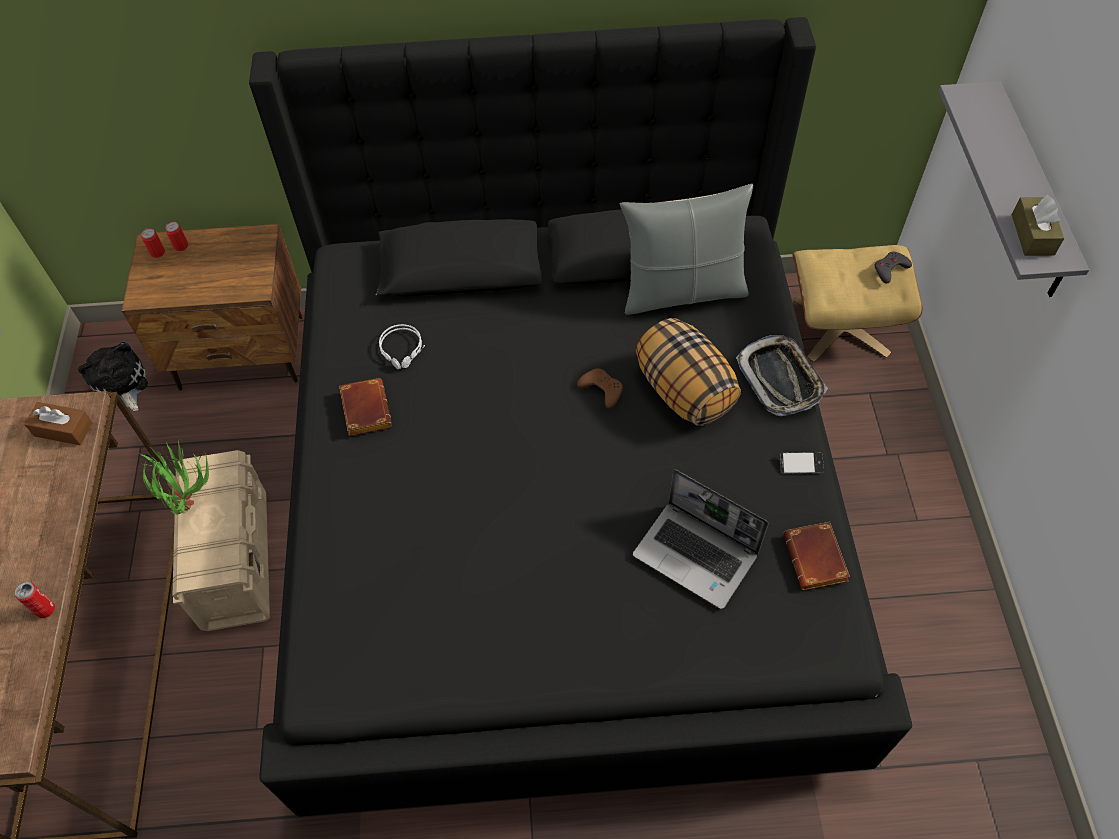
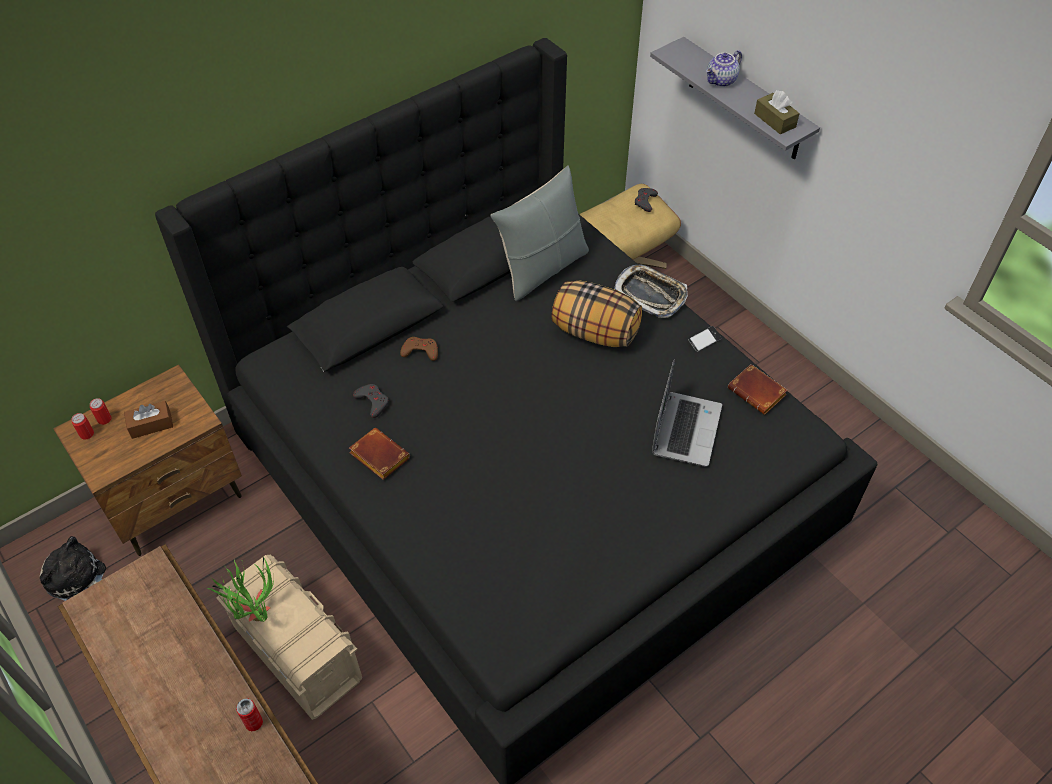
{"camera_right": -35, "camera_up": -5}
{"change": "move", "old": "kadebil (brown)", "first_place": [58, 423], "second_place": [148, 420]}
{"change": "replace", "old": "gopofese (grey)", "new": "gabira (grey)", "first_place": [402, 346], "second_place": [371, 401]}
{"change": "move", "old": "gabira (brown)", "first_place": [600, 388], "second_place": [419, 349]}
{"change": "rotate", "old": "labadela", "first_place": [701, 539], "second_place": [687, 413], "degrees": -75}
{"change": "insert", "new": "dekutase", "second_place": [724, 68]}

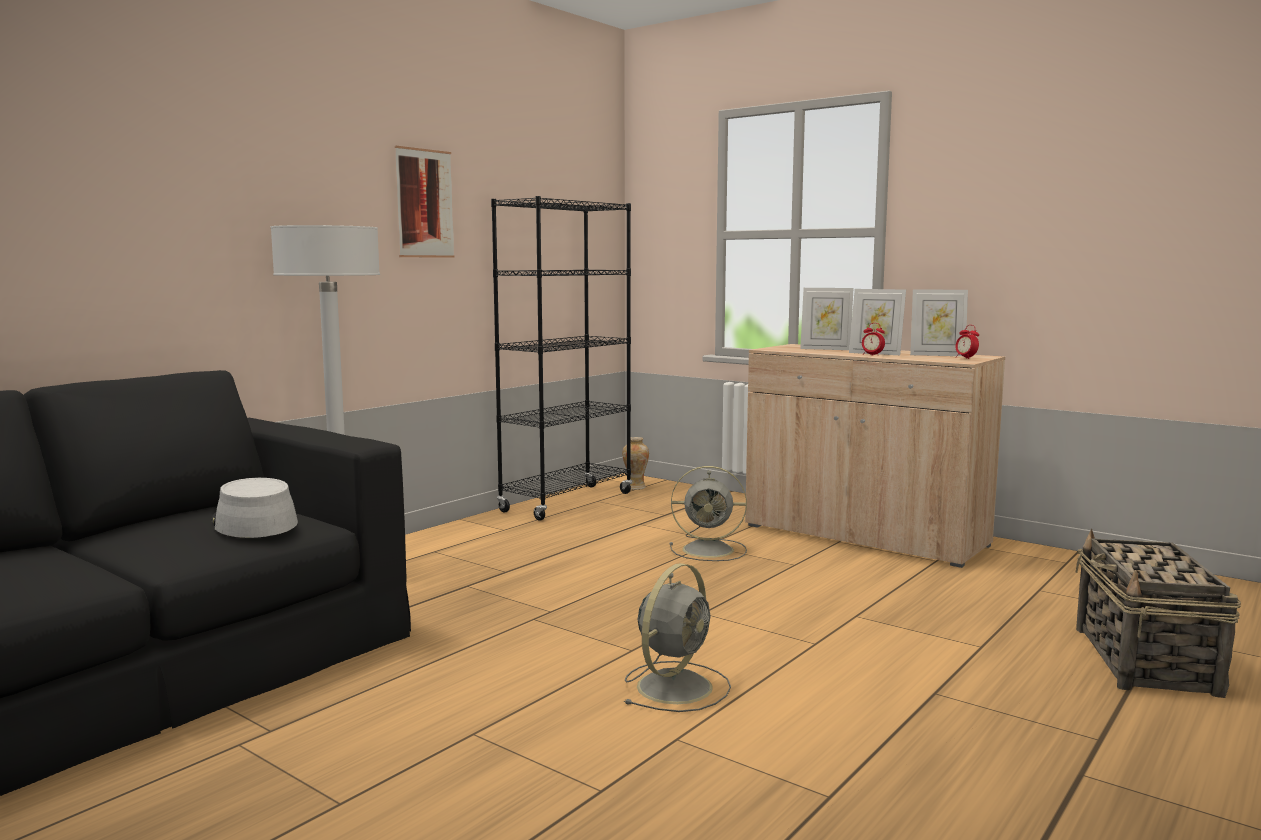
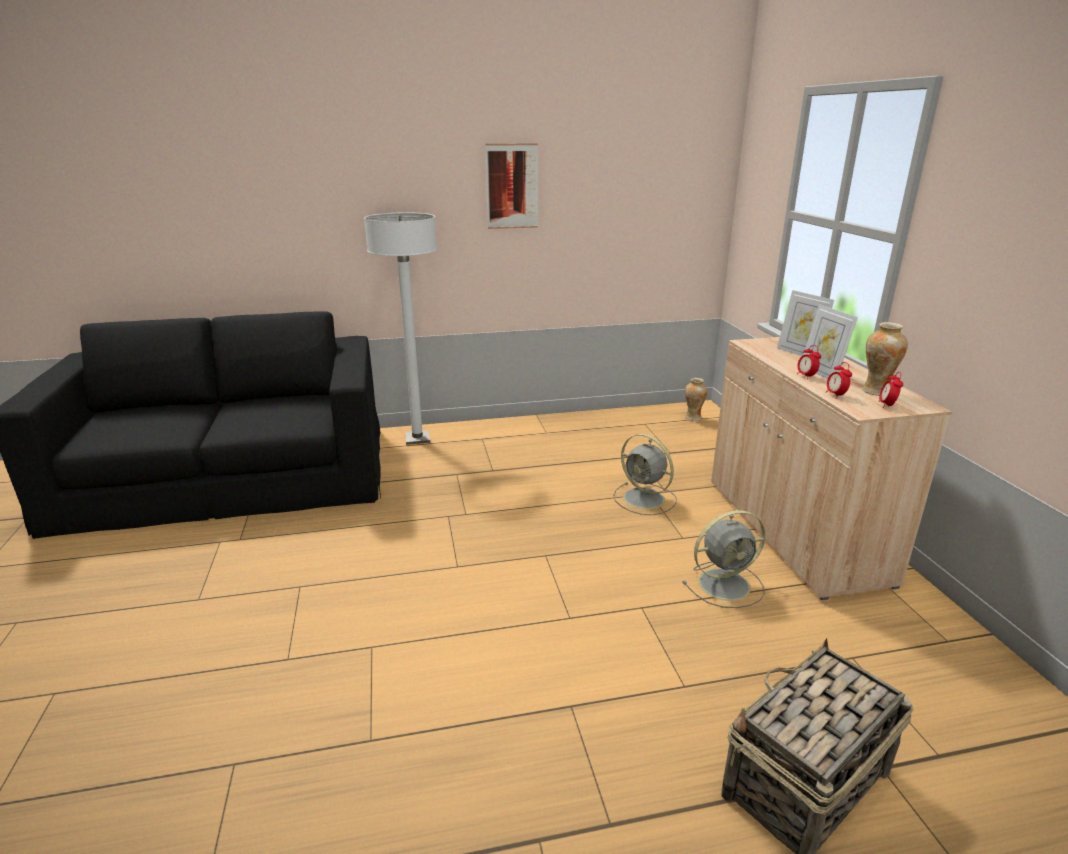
{"camera_right": 40, "camera_up": 15}
{"change": "move", "old": "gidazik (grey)", "first_place": [677, 637], "second_place": [723, 559]}
{"change": "insert", "new": "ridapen", "second_place": [839, 380]}
{"change": "replace", "old": "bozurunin", "new": "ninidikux", "first_place": [939, 322], "second_place": [885, 359]}
{"change": "delete", "old": "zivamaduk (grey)", "first_place": [255, 508]}
{"change": "delete", "old": "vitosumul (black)", "first_place": [561, 358]}

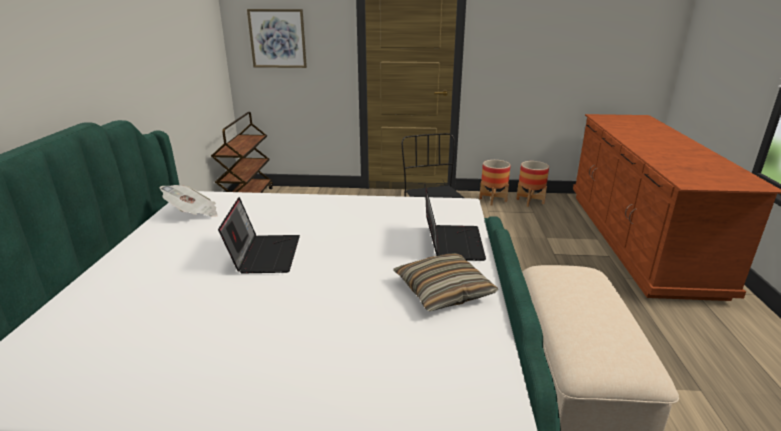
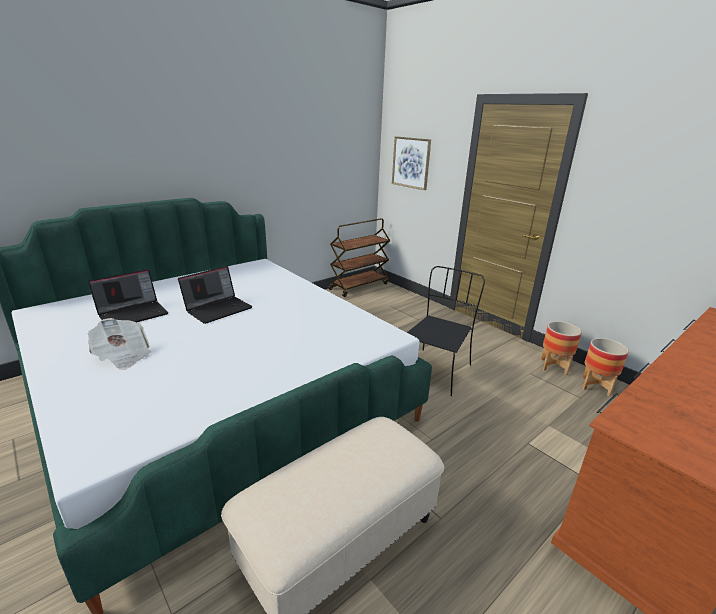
{"camera_right": 45, "camera_up": 0}
{"change": "move", "old": "labadela", "first_place": [455, 224], "second_place": [128, 295]}
{"change": "move", "old": "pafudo", "first_place": [189, 201], "second_place": [119, 344]}
{"change": "delete", "old": "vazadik", "first_place": [445, 282]}

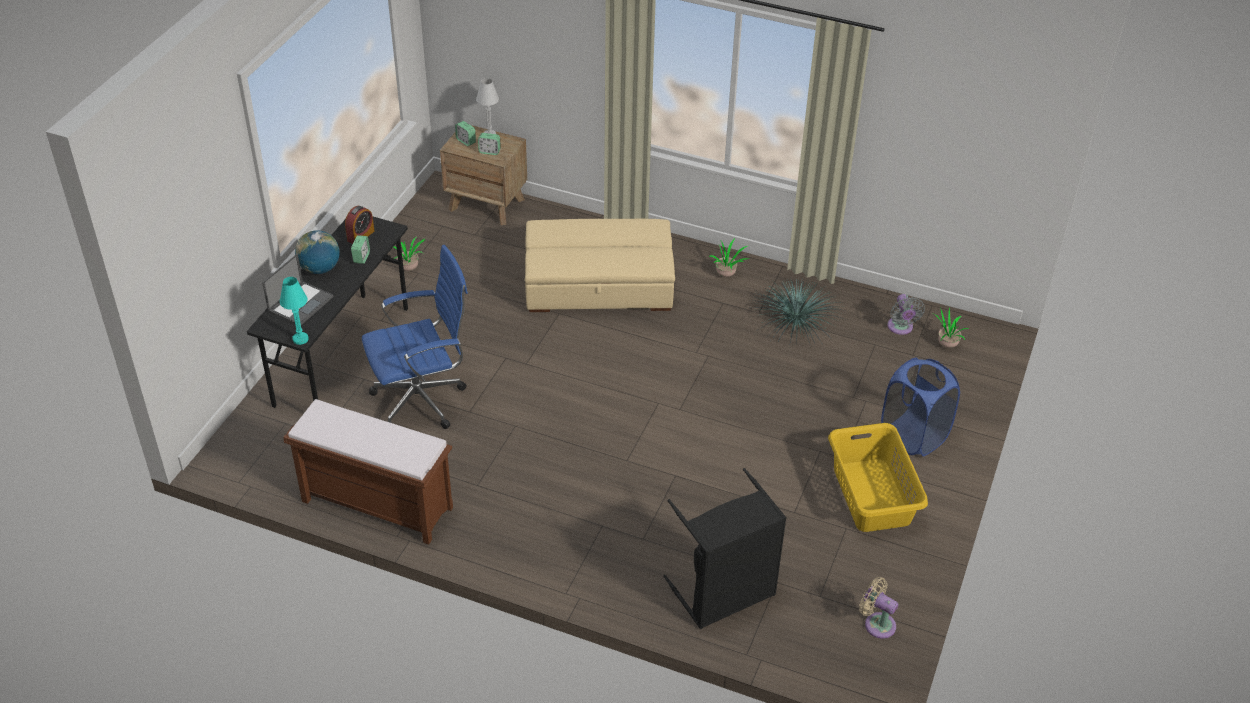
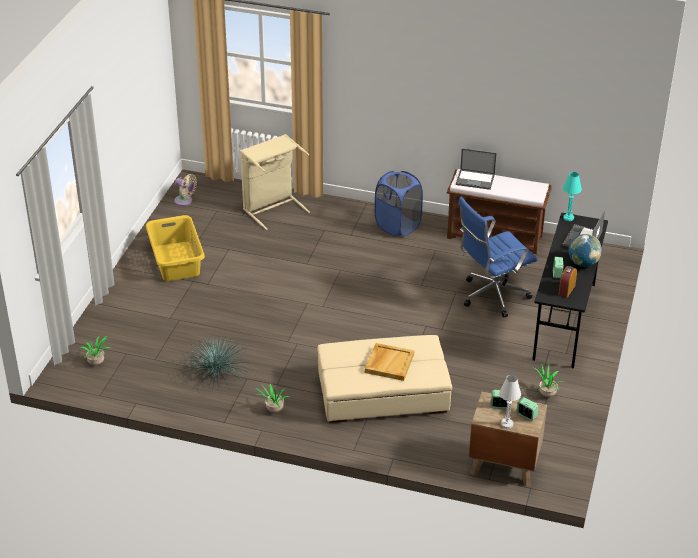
{"camera_right": 175, "camera_up": -5}
{"change": "recolor", "old": "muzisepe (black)", "new": "muzisepe (beige)", "first_place": [725, 548], "second_place": [275, 182]}
{"change": "insert", "new": "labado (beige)", "second_place": [389, 362]}
{"change": "move", "old": "muzisepe (blue)", "first_place": [920, 407], "second_place": [399, 203]}
{"change": "insert", "new": "labadela", "second_place": [476, 169]}
{"change": "delete", "old": "gidazik (grey)", "first_place": [906, 314]}

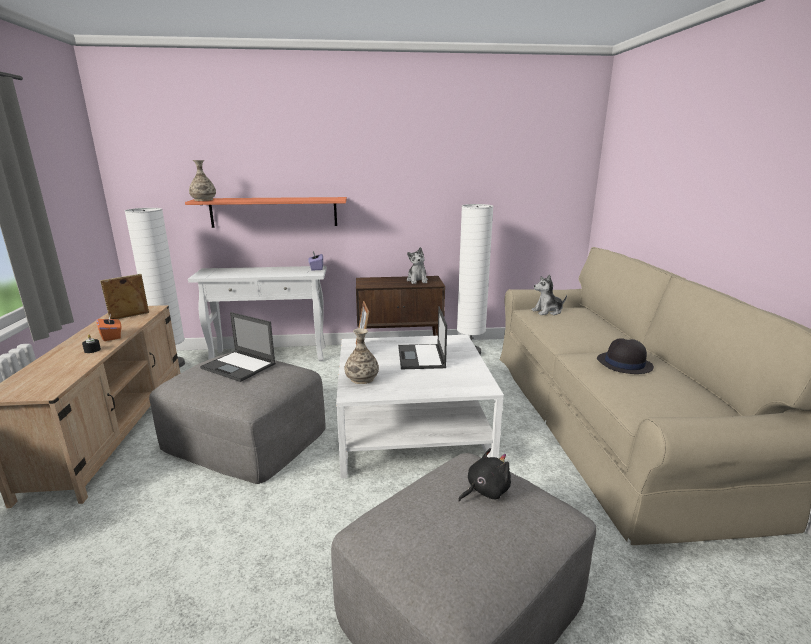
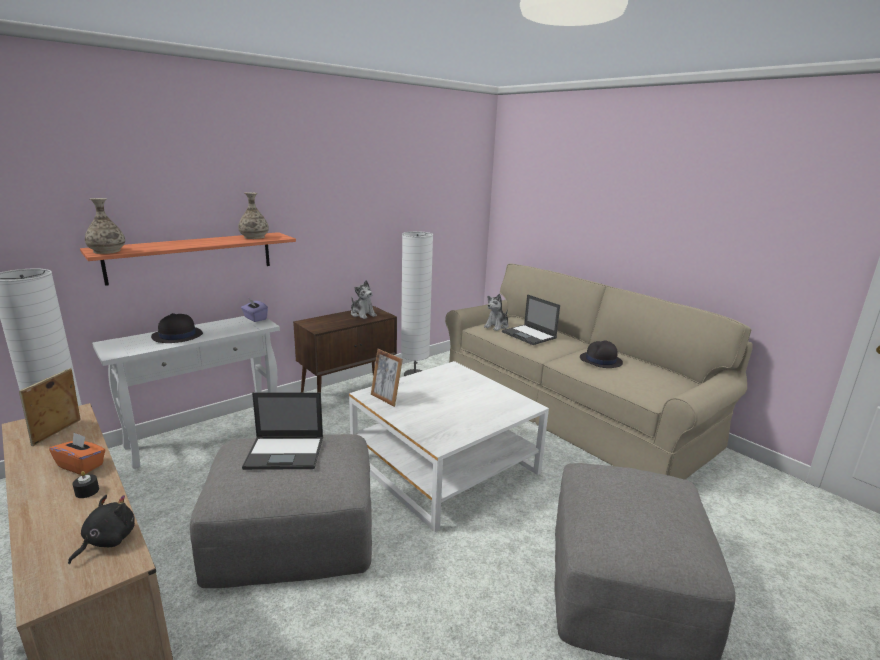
{"camera_right": -35, "camera_up": 0}
{"change": "move", "old": "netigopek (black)", "first_place": [484, 474], "second_place": [101, 529]}
{"change": "insert", "new": "zivamaduk (black)", "second_place": [177, 328]}
{"change": "move", "old": "ninidikux", "first_place": [361, 356], "second_place": [253, 215]}
{"change": "move", "old": "labadela", "first_place": [422, 337], "second_place": [531, 319]}

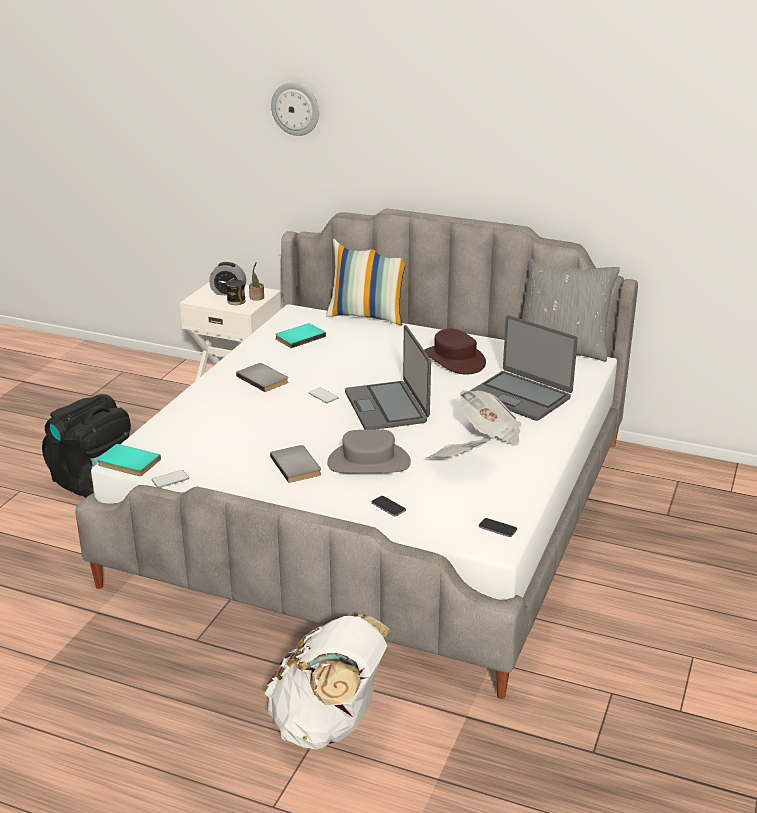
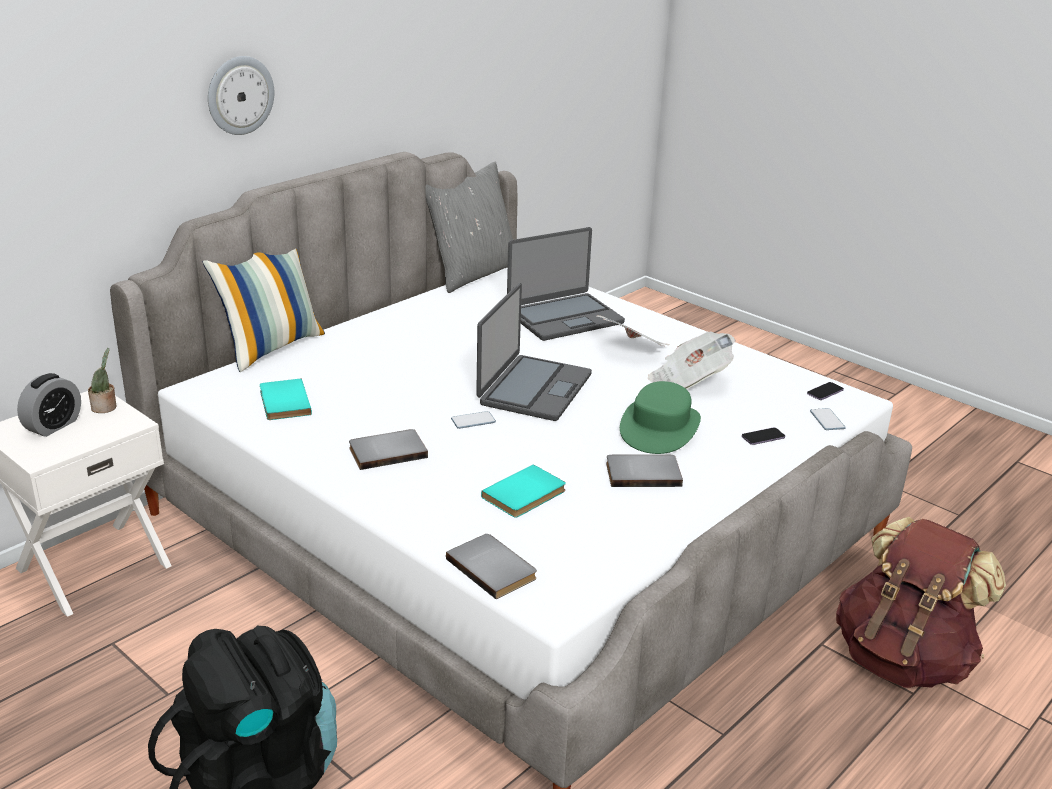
{"camera_right": -70, "camera_up": 0}
{"change": "move", "old": "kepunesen", "first_place": [295, 109], "second_place": [241, 95]}
{"change": "insert", "new": "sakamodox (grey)", "second_place": [491, 566]}
{"change": "rotate", "old": "labadela", "first_place": [388, 377], "second_place": [534, 352], "degrees": -75}
{"change": "move", "old": "sakamodox (turquoise)", "first_place": [129, 460], "second_place": [523, 491]}
{"change": "recolor", "old": "zivamaduk (grey)", "new": "zivamaduk (green)", "first_place": [369, 451], "second_place": [660, 417]}
{"change": "move", "old": "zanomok", "first_place": [170, 479], "second_place": [828, 419]}
{"change": "recolor", "old": "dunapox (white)", "new": "dunapox (brown)", "first_place": [327, 682], "second_place": [921, 602]}
{"change": "delete", "old": "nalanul", "first_place": [236, 292]}
{"change": "delete", "old": "zivamaduk (brown)", "first_place": [455, 352]}

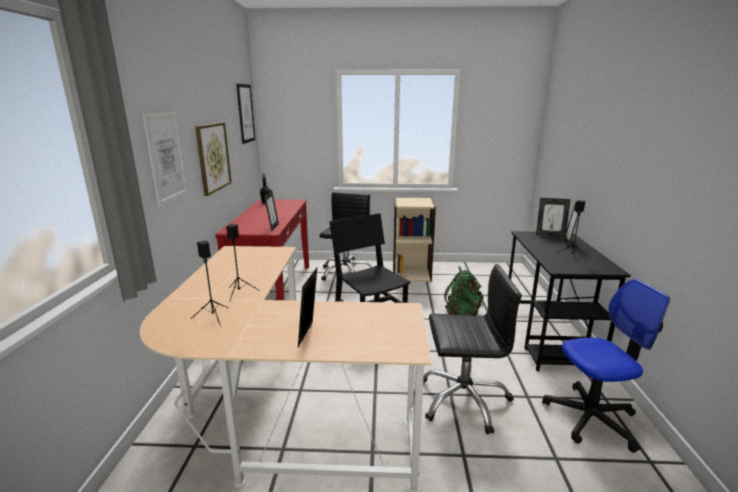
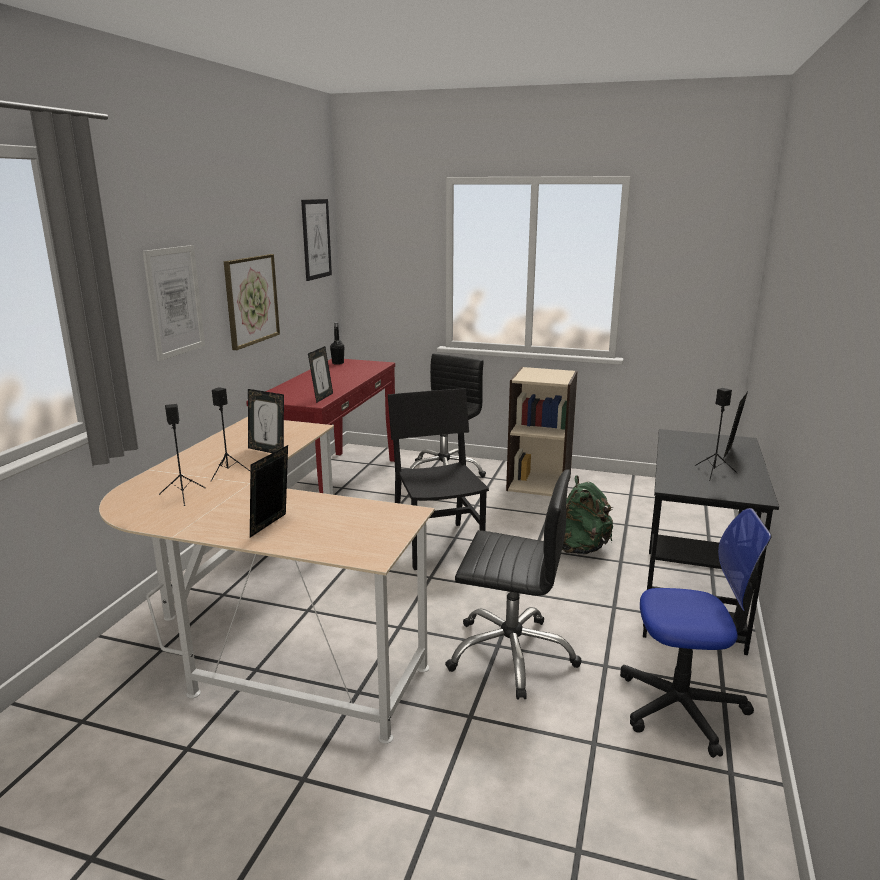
{"camera_right": 15, "camera_up": 0}
{"change": "move", "old": "bozurunin", "first_place": [553, 217], "second_place": [266, 421]}

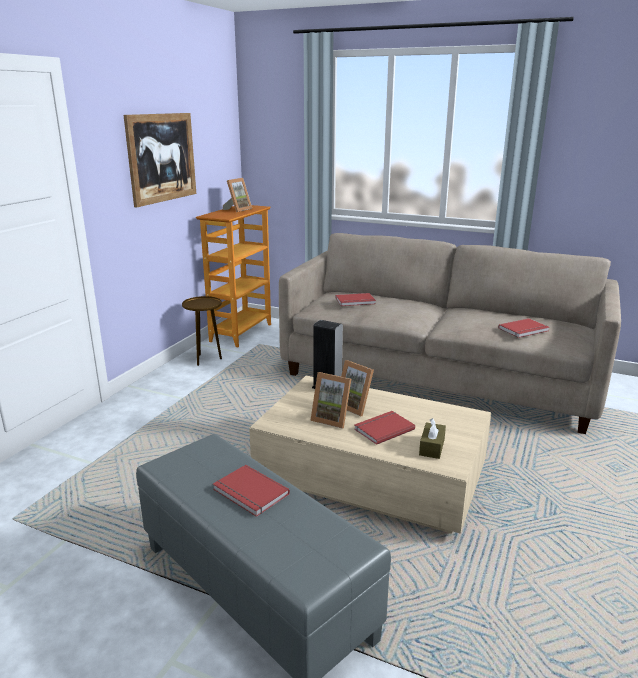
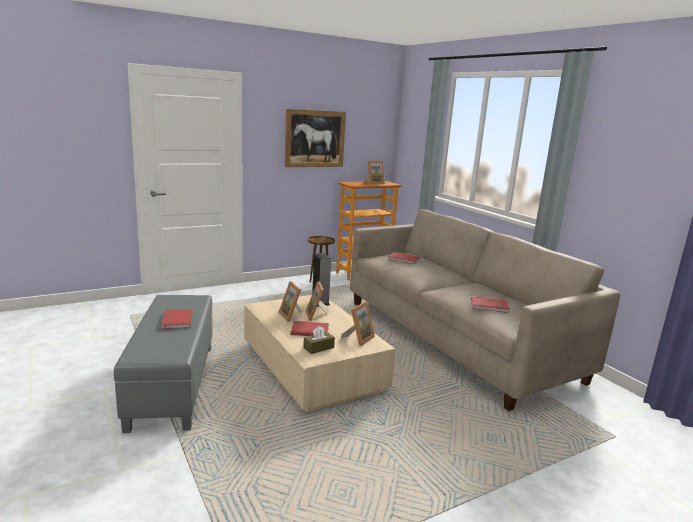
{"camera_right": 35, "camera_up": -5}
{"change": "insert", "new": "bozurunin", "second_place": [358, 324]}

